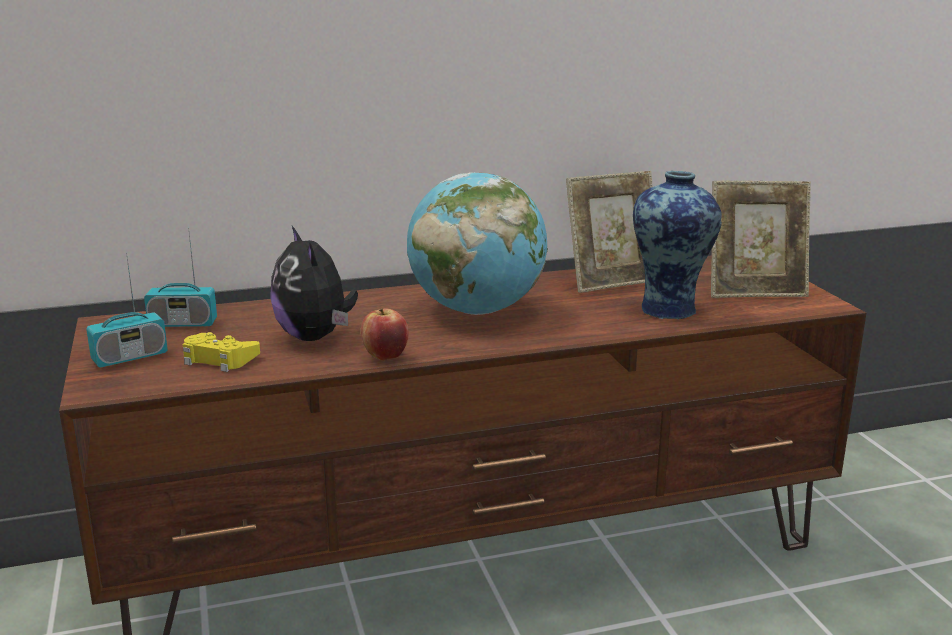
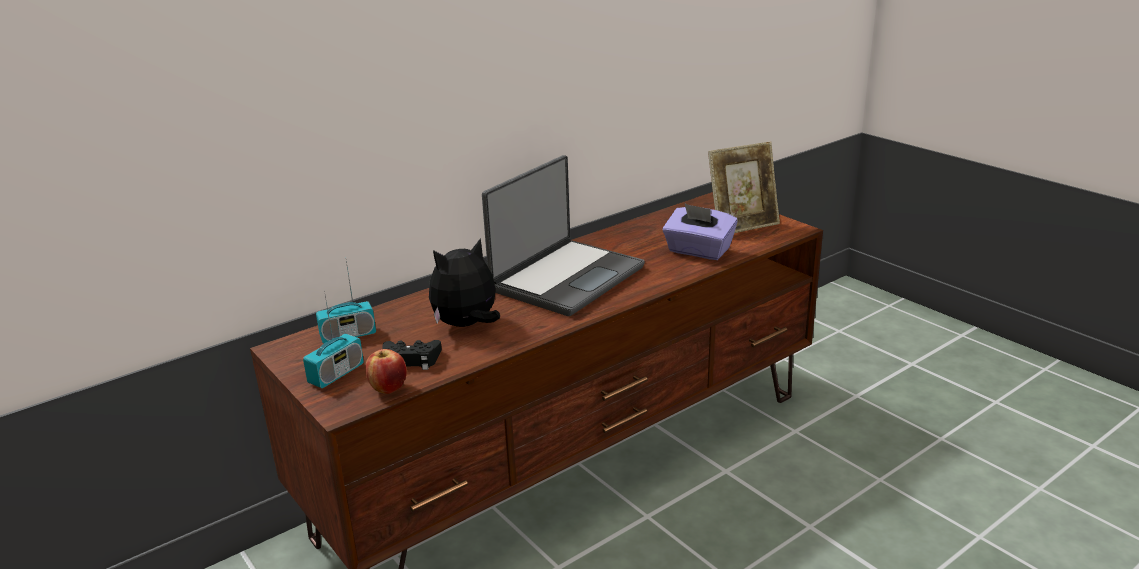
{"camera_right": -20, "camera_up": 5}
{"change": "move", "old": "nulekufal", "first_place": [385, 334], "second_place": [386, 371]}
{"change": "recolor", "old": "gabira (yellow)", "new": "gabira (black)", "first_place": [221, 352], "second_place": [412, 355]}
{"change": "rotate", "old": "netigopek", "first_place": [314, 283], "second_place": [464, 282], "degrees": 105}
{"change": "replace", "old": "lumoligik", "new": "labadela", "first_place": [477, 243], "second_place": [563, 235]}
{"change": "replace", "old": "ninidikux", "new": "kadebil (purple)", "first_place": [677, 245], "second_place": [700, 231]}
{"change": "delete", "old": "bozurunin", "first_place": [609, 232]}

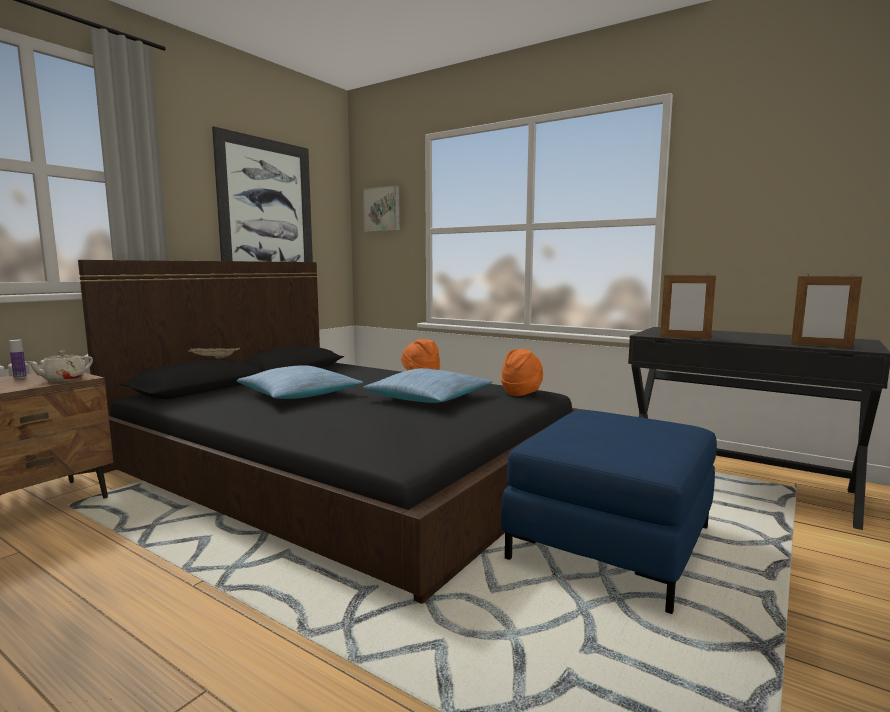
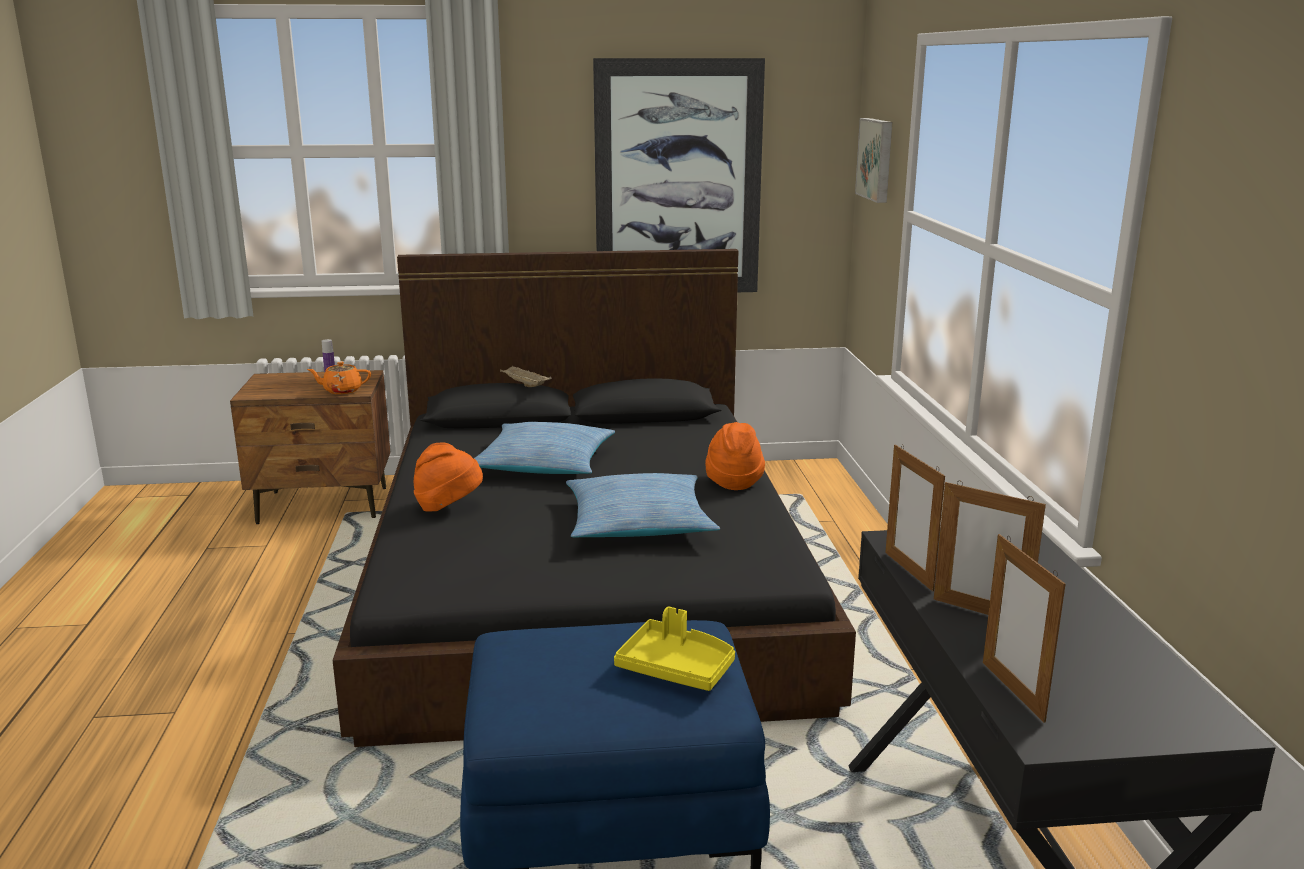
{"camera_right": 50, "camera_up": 10}
{"change": "recolor", "old": "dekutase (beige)", "new": "dekutase (orange)", "first_place": [59, 366], "second_place": [339, 377]}
{"change": "move", "old": "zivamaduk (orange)", "first_place": [522, 372], "second_place": [448, 477]}
{"change": "insert", "new": "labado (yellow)", "second_place": [674, 649]}
{"change": "insert", "new": "bozurunin", "second_place": [990, 548]}

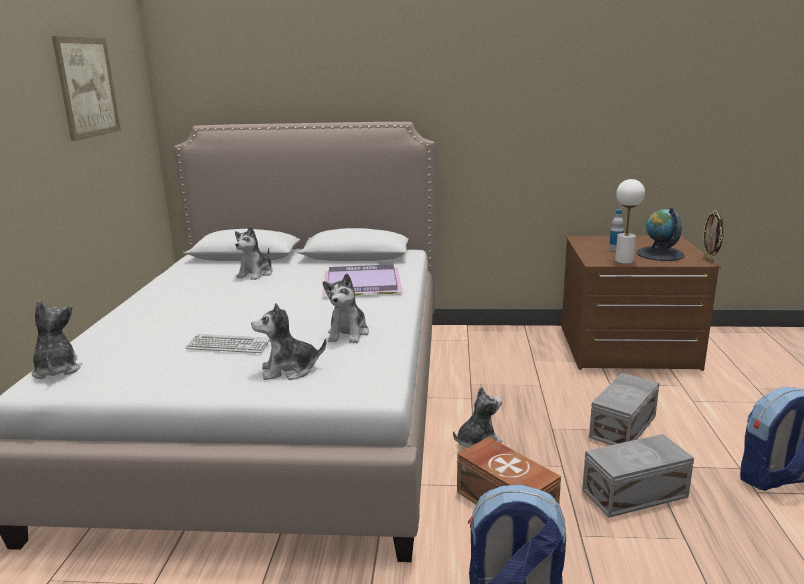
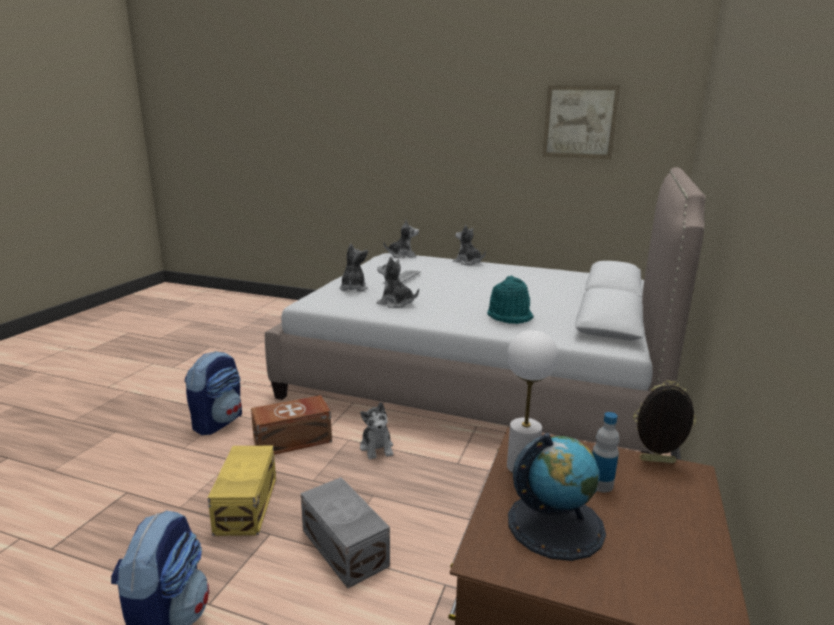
{"camera_right": 105, "camera_up": 0}
{"change": "recolor", "old": "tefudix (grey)", "new": "tefudix (yellow)", "first_place": [638, 476], "second_place": [242, 491]}
{"change": "move", "old": "netigopek", "first_place": [254, 253], "second_place": [469, 245]}
{"change": "replace", "old": "labado (purple)", "new": "zivamaduk (turquoise)", "first_place": [362, 280], "second_place": [510, 299]}
{"change": "move", "old": "bozurunin", "first_place": [713, 237], "second_place": [665, 421]}

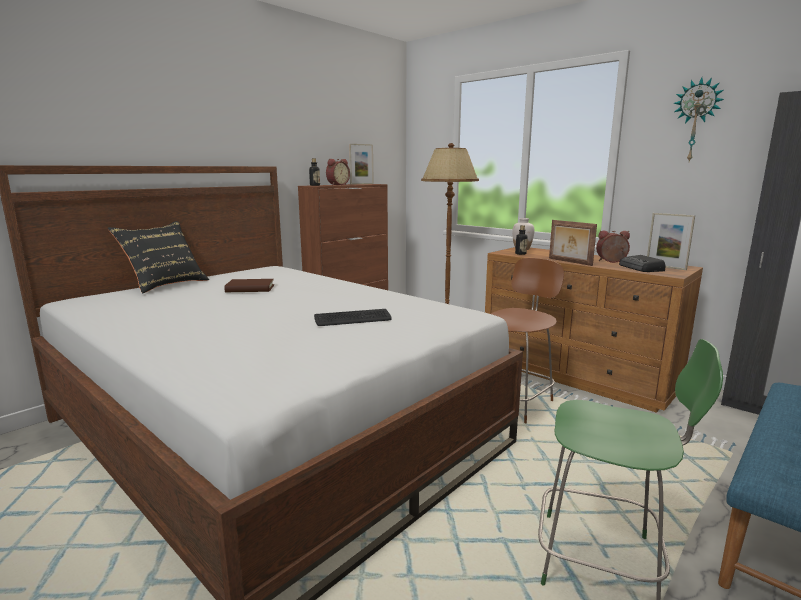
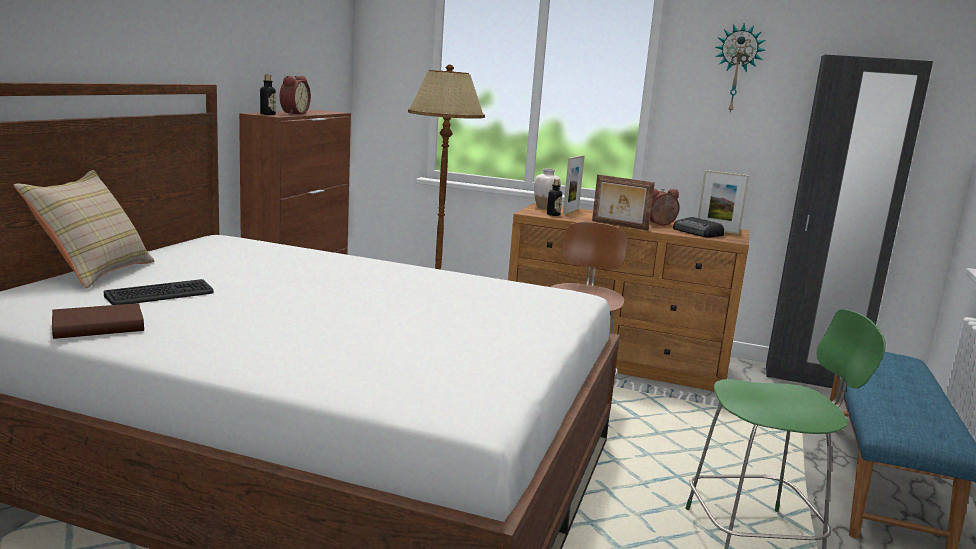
{"camera_right": -25, "camera_up": 0}
{"change": "recolor", "old": "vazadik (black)", "new": "vazadik (beige)", "first_place": [158, 257], "second_place": [84, 229]}
{"change": "move", "old": "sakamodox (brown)", "first_place": [249, 285], "second_place": [98, 321]}
{"change": "move", "old": "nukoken", "first_place": [353, 317], "second_place": [159, 292]}
{"change": "move", "old": "bozurunin", "first_place": [361, 164], "second_place": [574, 185]}

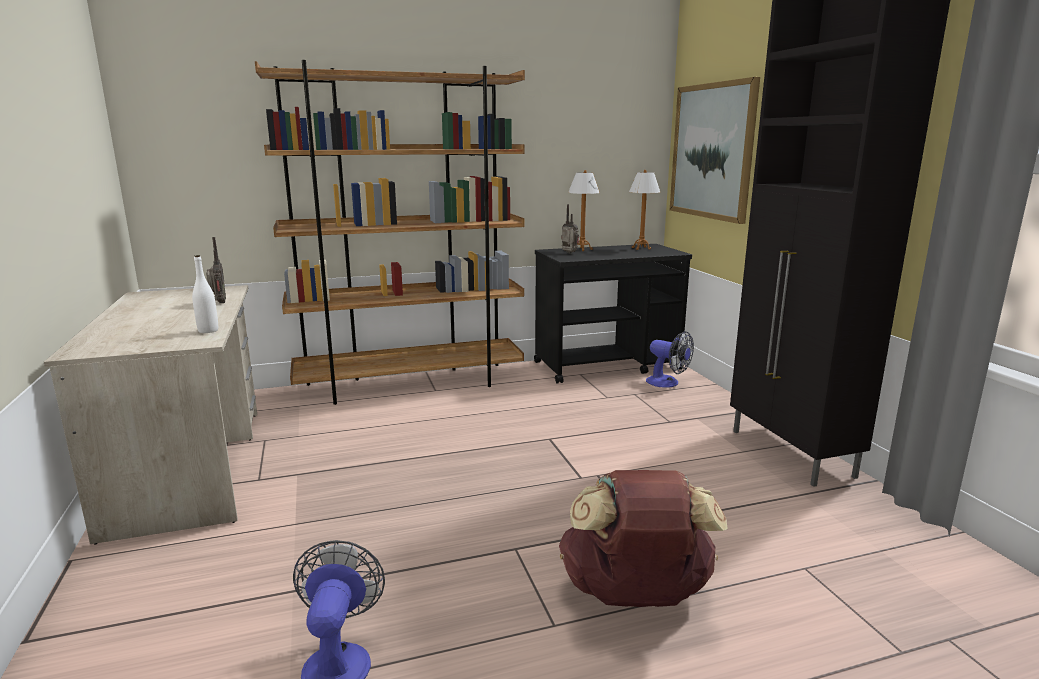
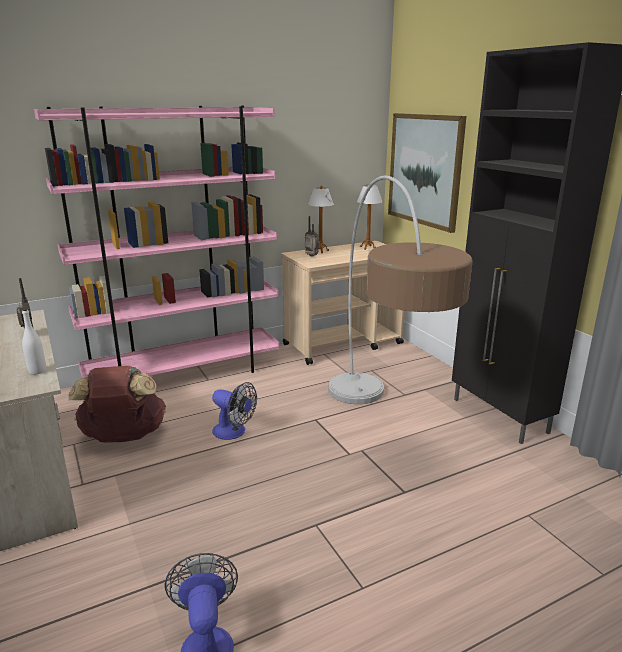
{"camera_right": -10, "camera_up": 5}
{"change": "recolor", "old": "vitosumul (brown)", "new": "vitosumul (pink)", "first_place": [390, 232], "second_place": [157, 242]}
{"change": "move", "old": "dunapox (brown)", "first_place": [643, 538], "second_place": [117, 404]}
{"change": "move", "old": "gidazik", "first_place": [670, 359], "second_place": [234, 411]}
{"change": "recolor", "old": "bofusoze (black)", "new": "bofusoze (beige)", "first_place": [613, 314], "second_place": [343, 303]}
{"change": "insert", "new": "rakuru", "second_place": [400, 290]}

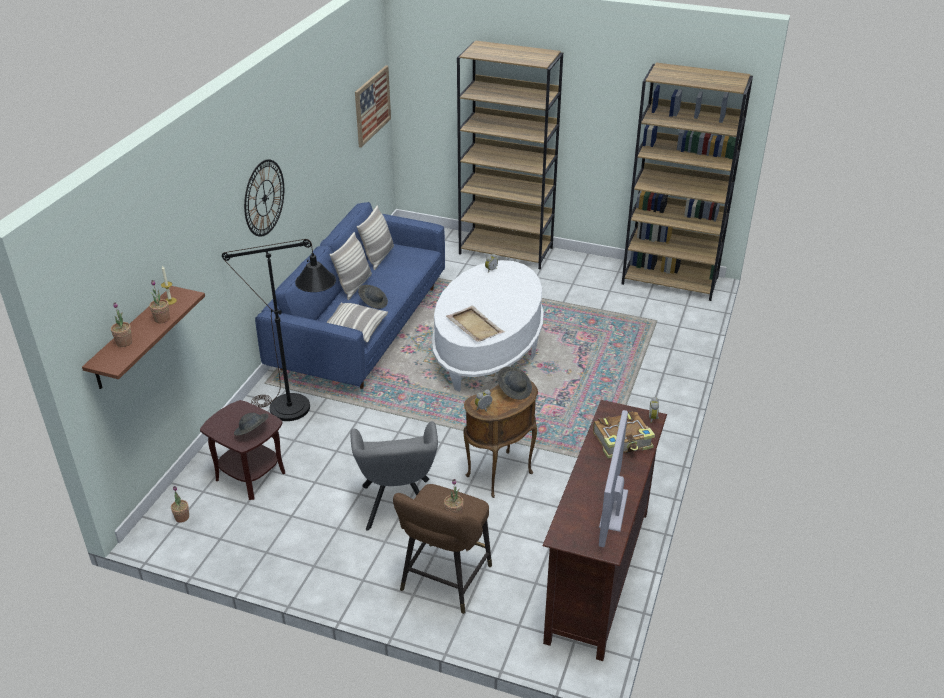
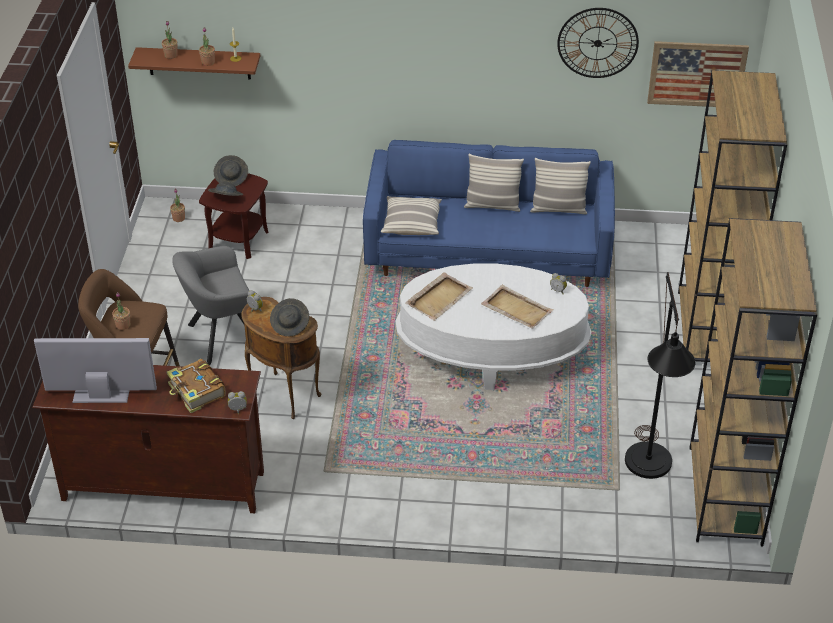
{"camera_right": 75, "camera_up": 5}
{"change": "move", "old": "zivamaduk (grey)", "first_place": [373, 297], "second_place": [231, 170]}
{"change": "insert", "new": "labado (beige)", "second_place": [517, 307]}
{"change": "move", "old": "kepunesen", "first_place": [264, 198], "second_place": [598, 43]}
{"change": "move", "old": "rakuru (black)", "first_place": [279, 330], "second_place": [660, 375]}

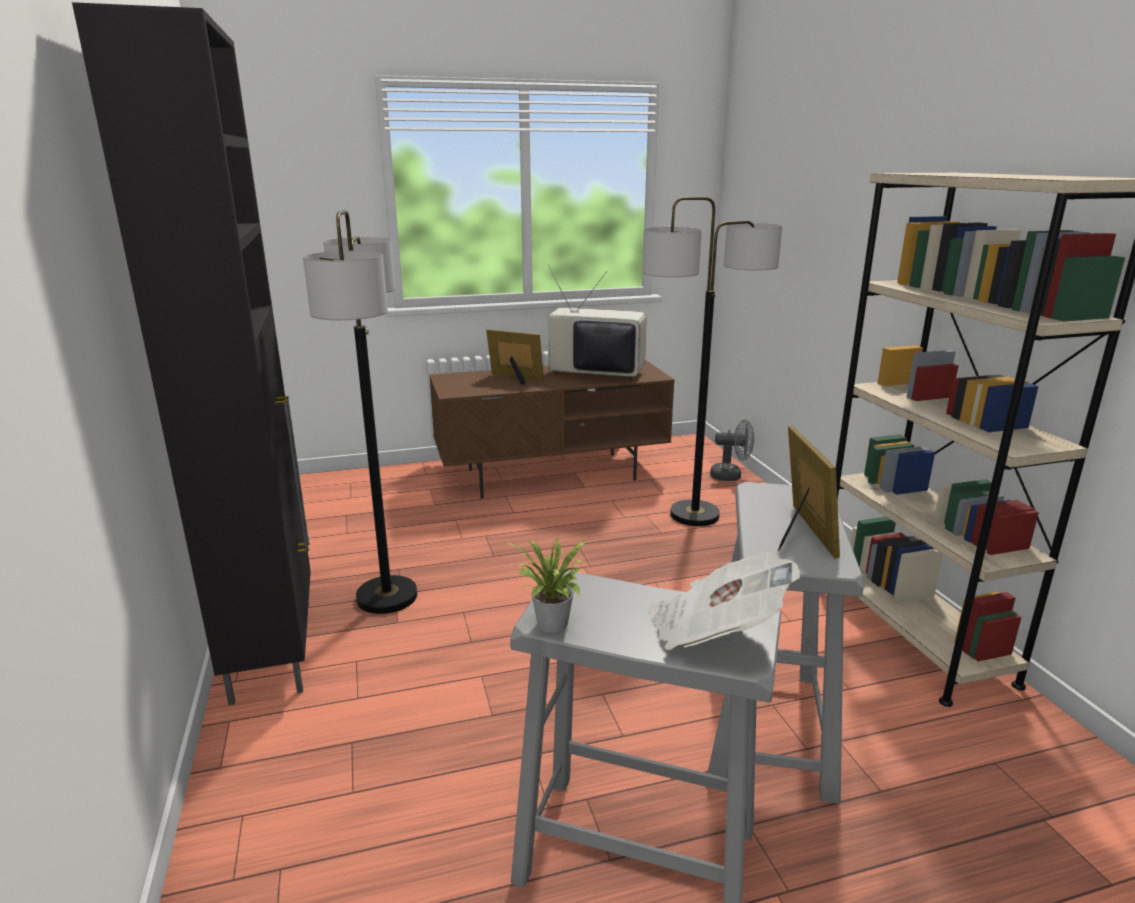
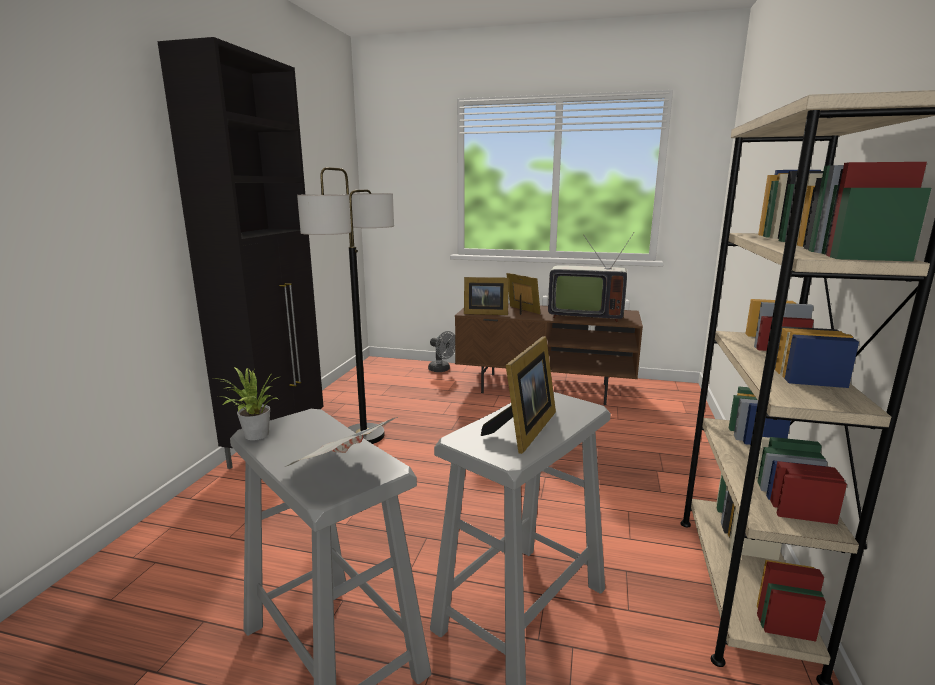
{"camera_right": 30, "camera_up": -5}
{"change": "move", "old": "gidazik (grey)", "first_place": [732, 450], "second_place": [441, 351]}
{"change": "insert", "new": "bozurunin", "second_place": [486, 296]}
{"change": "rotate", "old": "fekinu", "first_place": [597, 323], "second_place": [591, 277], "degrees": 150}
{"change": "delete", "old": "rakuru", "first_place": [712, 361]}

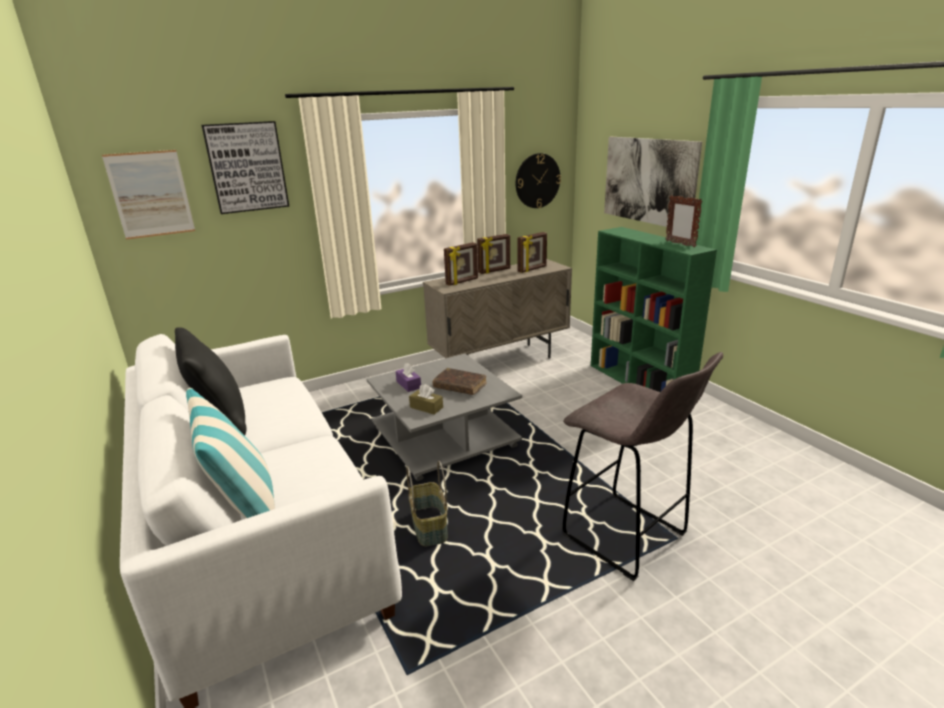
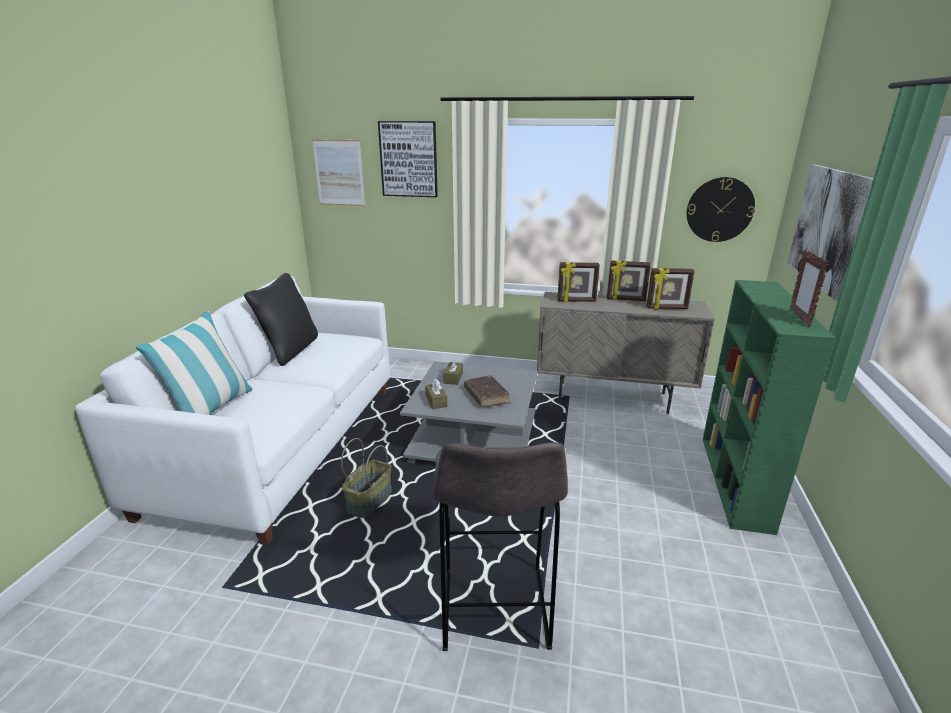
{"camera_right": 40, "camera_up": 0}
{"change": "recolor", "old": "kadebil (purple)", "new": "kadebil (brown)", "first_place": [408, 377], "second_place": [453, 371]}

